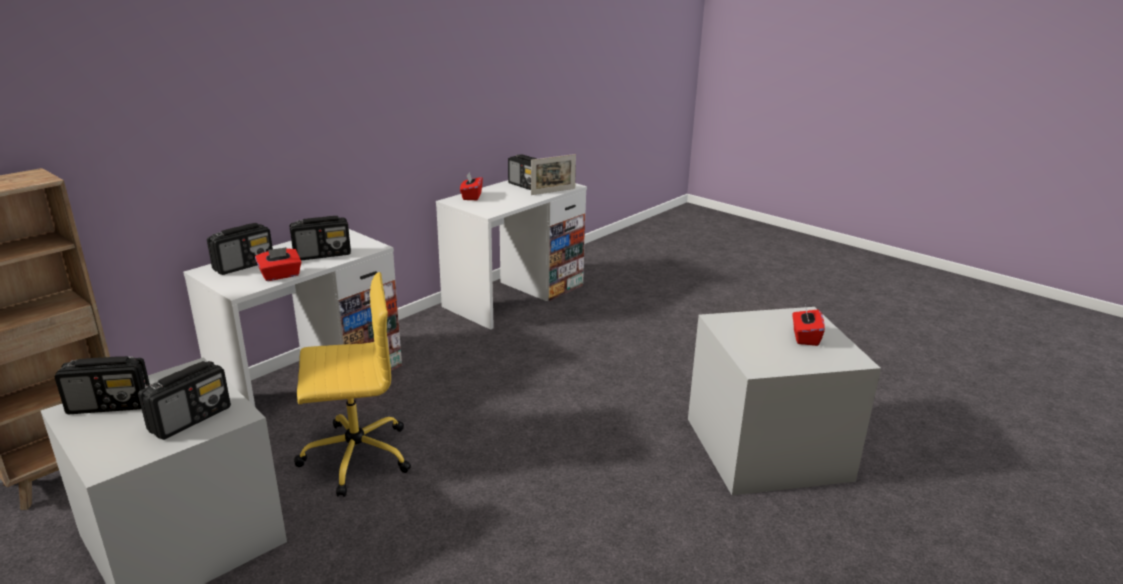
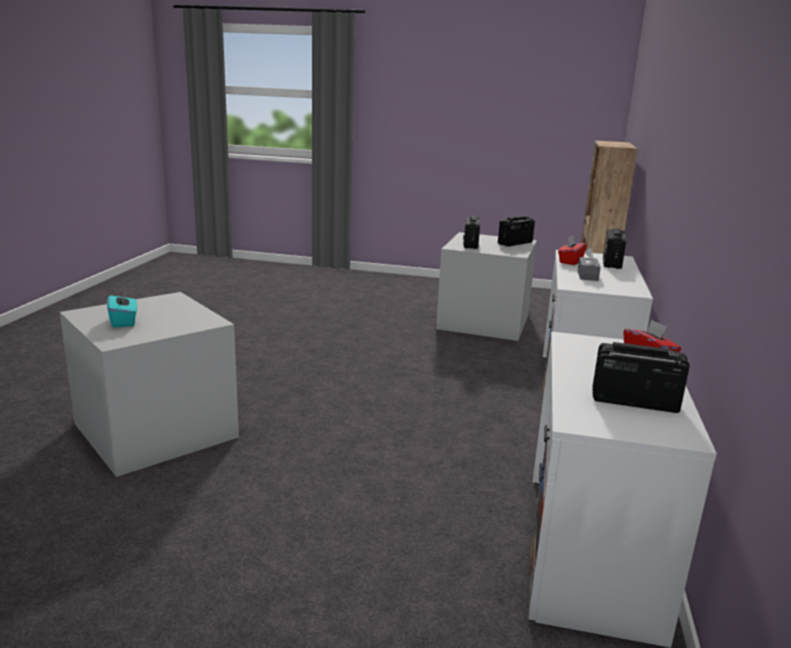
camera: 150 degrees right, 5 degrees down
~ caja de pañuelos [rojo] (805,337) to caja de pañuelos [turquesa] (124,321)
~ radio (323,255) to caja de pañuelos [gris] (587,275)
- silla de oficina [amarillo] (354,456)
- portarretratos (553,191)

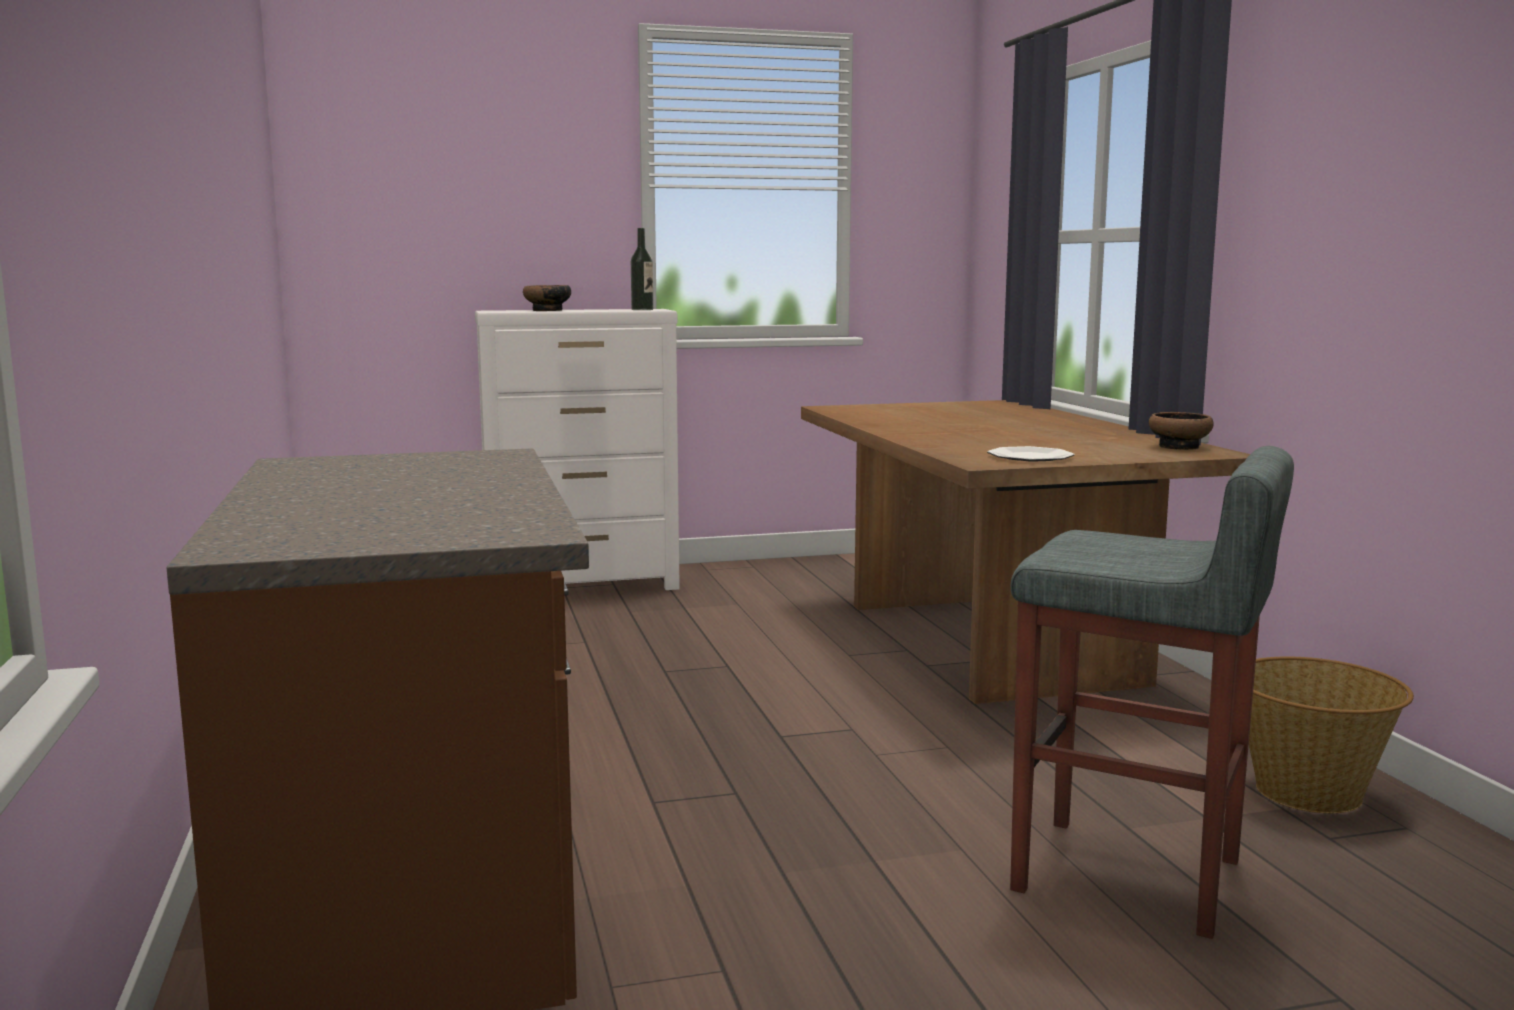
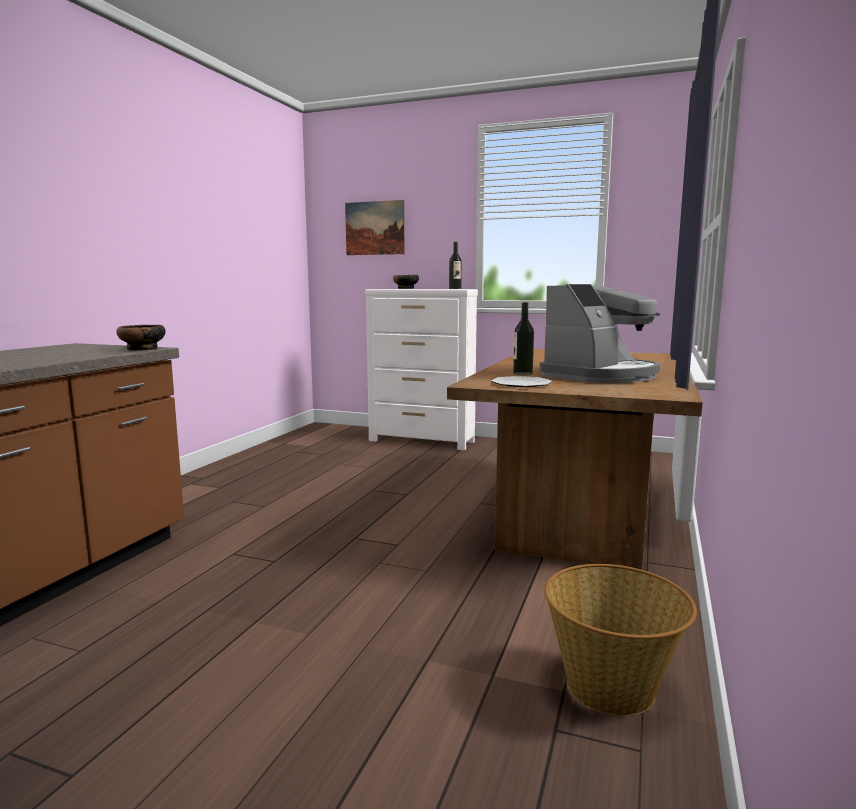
camera: 35 degrees right, 0 degrees up
~ cuenco (1179,447) to (143,349)
+ cuadro (375,228)
+ botella (522,374)
+ cafetera (601,376)
- taburete [gris] (1130,877)

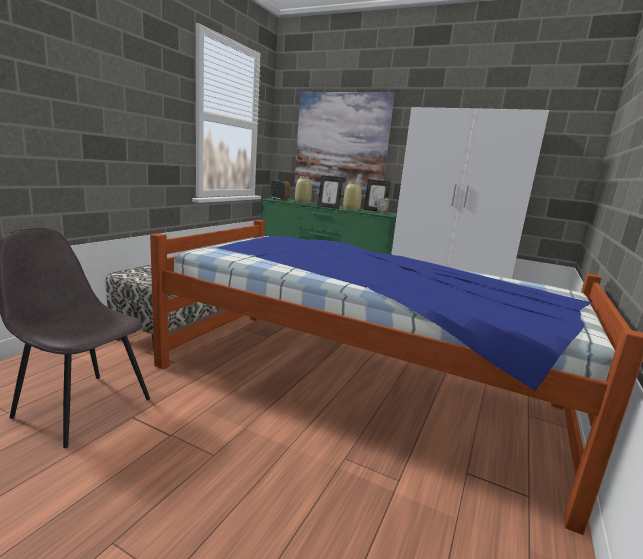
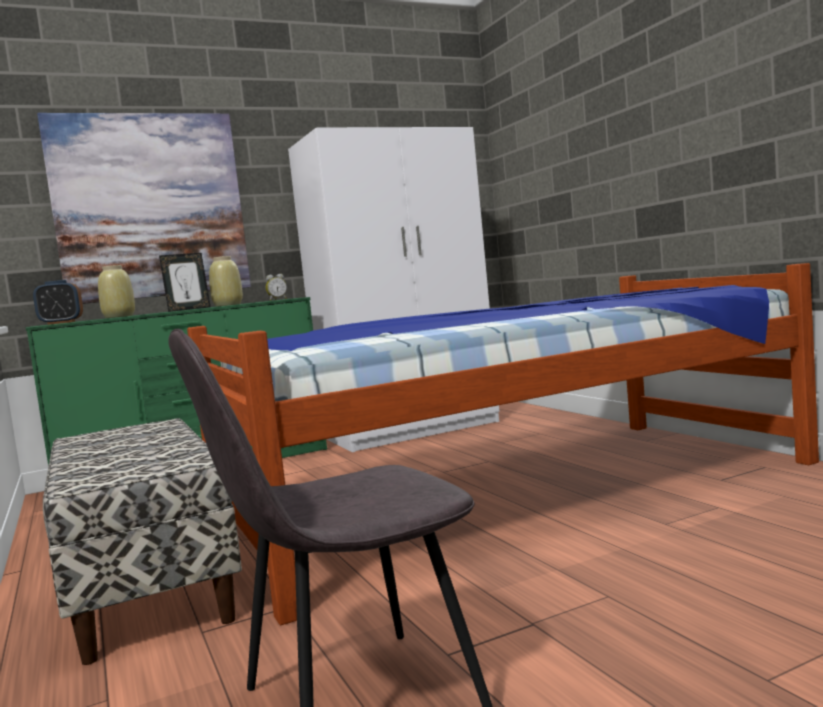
camera: 50 degrees left, 10 degrees down
- portarretratos (375,211)

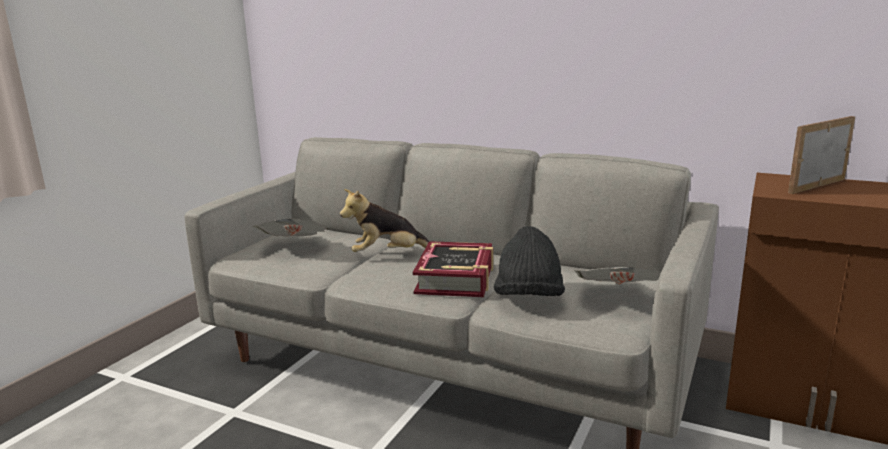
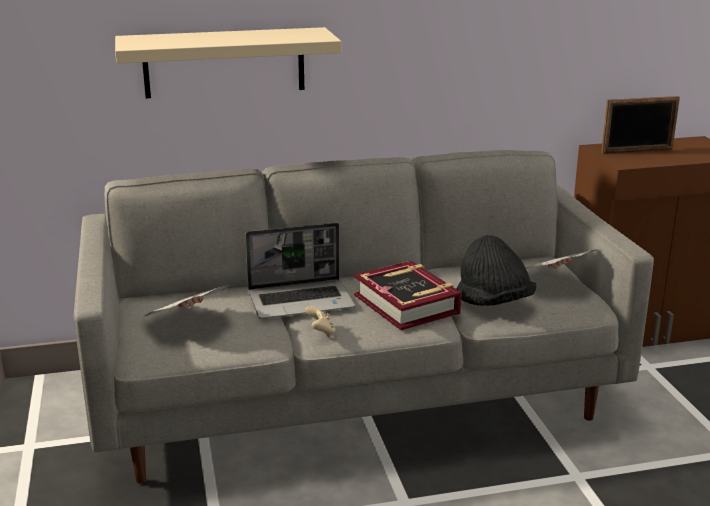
camera: 40 degrees left, 5 degrees up
+ estante [beis] (224,62)
~ peluche (388,254) to portátil (302,301)
+ mando de consola [beis] (321,332)
~ portarretratos (816,186) = (637,151) 120 degrees counterclockwise

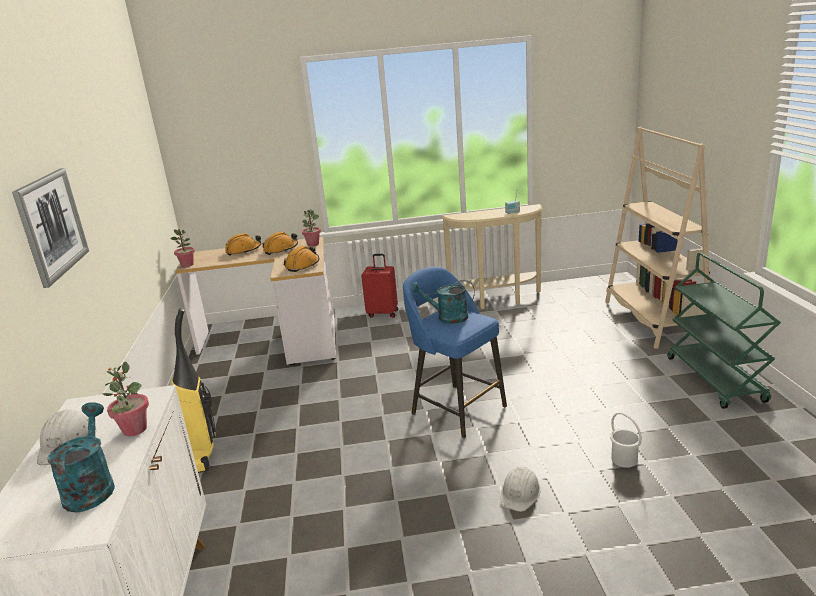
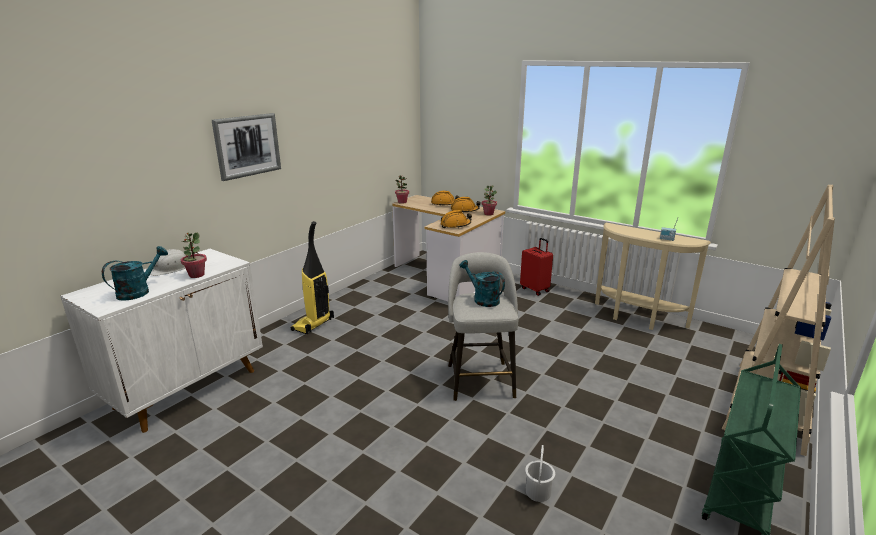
camera: 40 degrees right, 0 degrees up
~ taburete [azul] (456,409) to taburete [gris] (480,379)
- casco [blanco] (520,493)

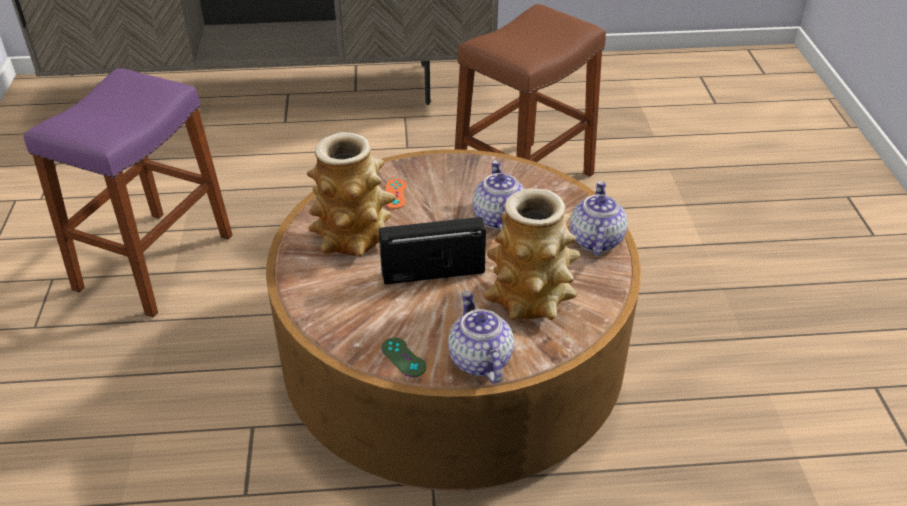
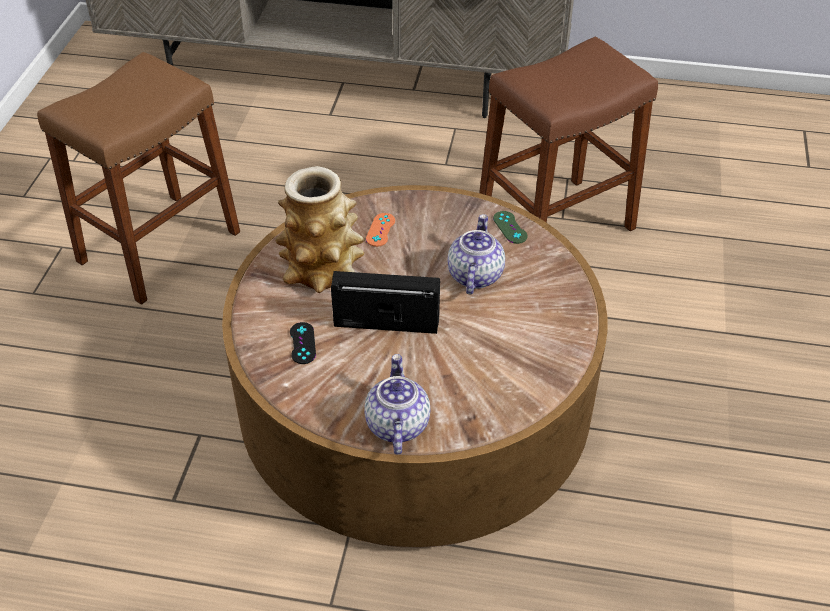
camera: 15 degrees right, 5 degrees up
~ taburete [morado] (155,262) to taburete [marrón] (159,247)
+ mando de consola [negro] (302,343)
~ mando de consola [verde] (403,357) to (510,227)
- florero (530,298)
- tetera (595,240)

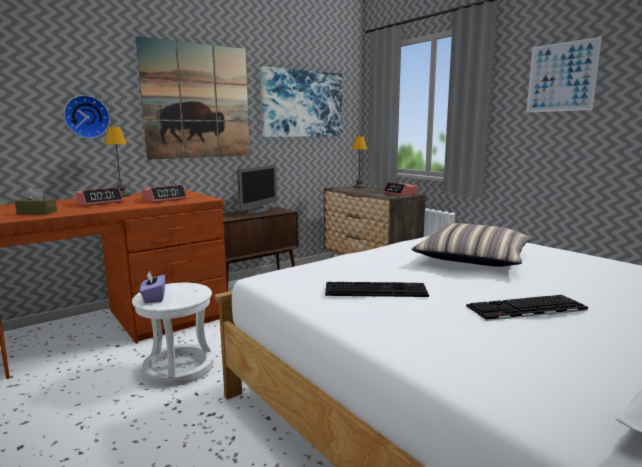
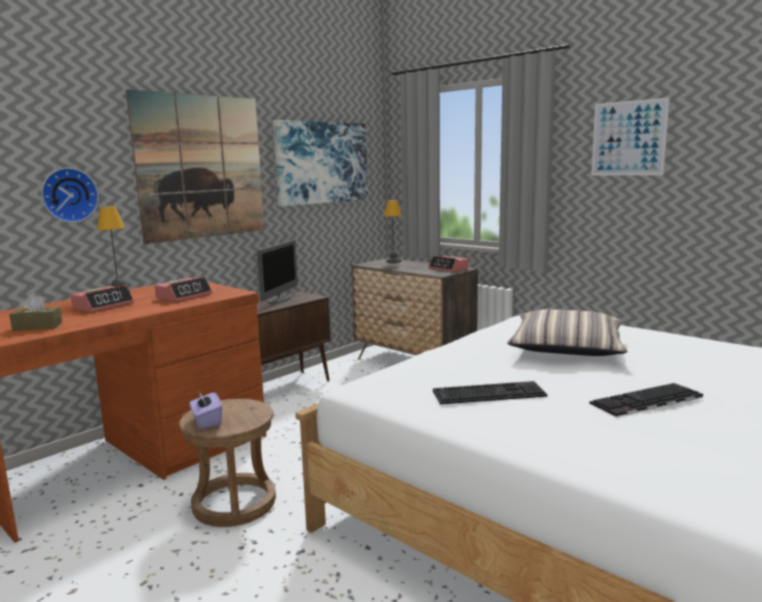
camera: 10 degrees left, 0 degrees up
~ taburete [blanco] (178,368) to taburete [marrón] (234,503)

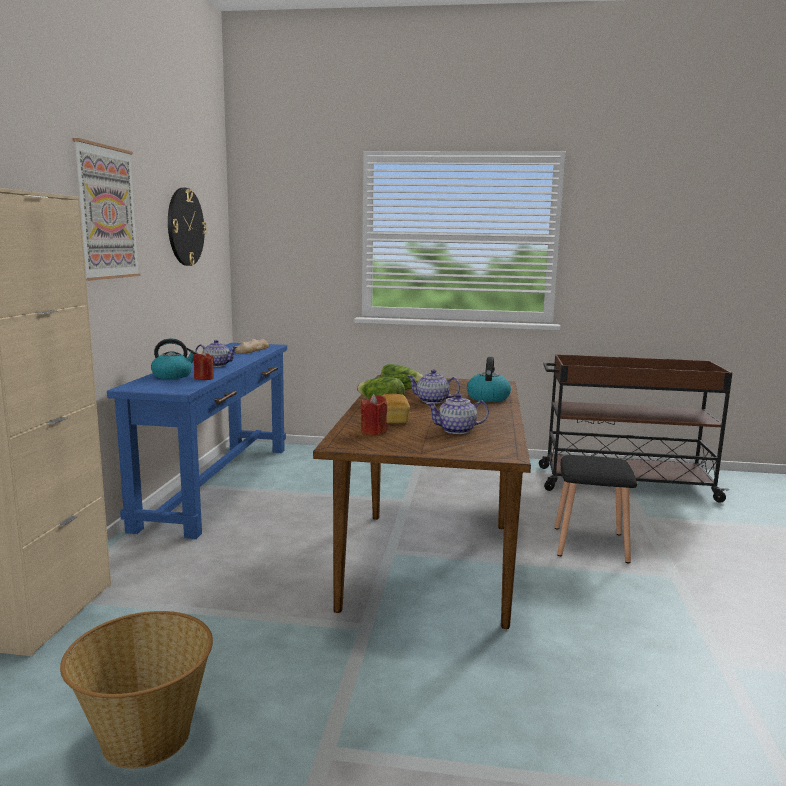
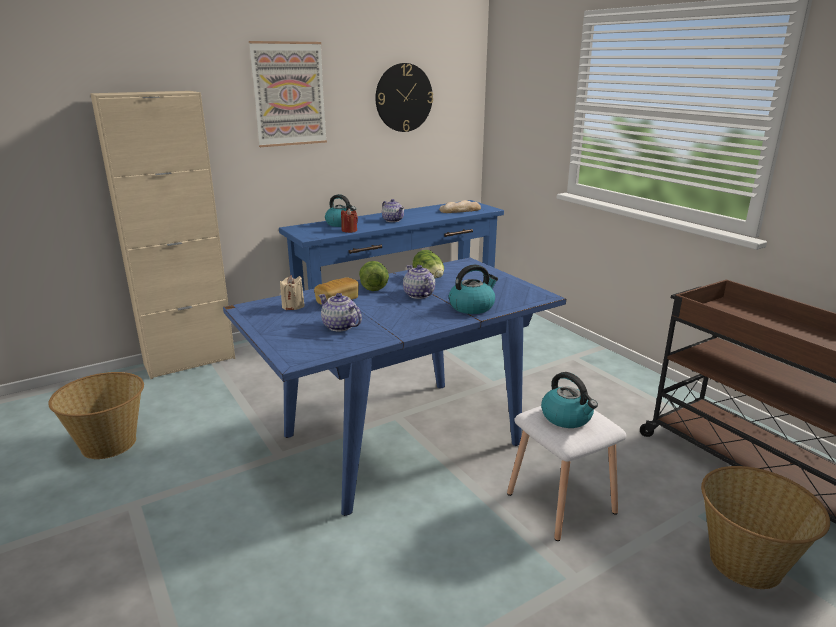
camera: 50 degrees right, 10 degrees up
~ mesa de comedor [marrón] (430,564) to mesa de comedor [azul] (399,440)
~ vela [rojo] (373,431) to vela [beis] (293,306)
~ taburete [negro] (591,545) to taburete [blanco] (560,504)
+ hervidor (567,417)
+ cesta (746,562)

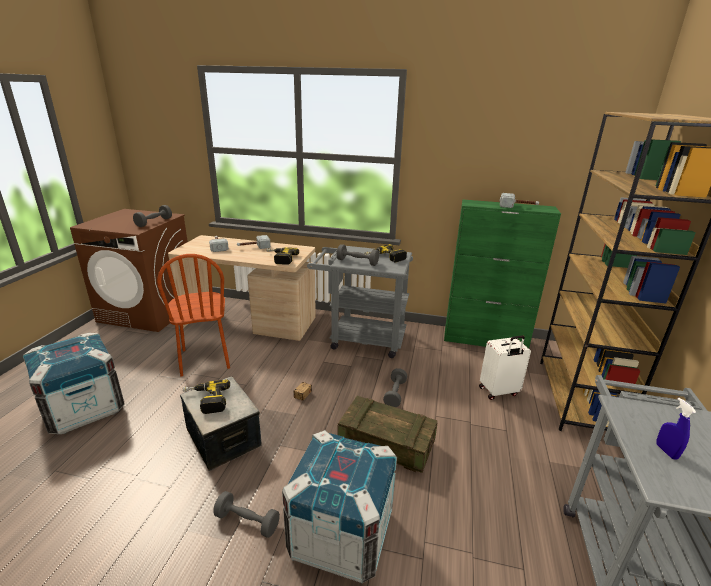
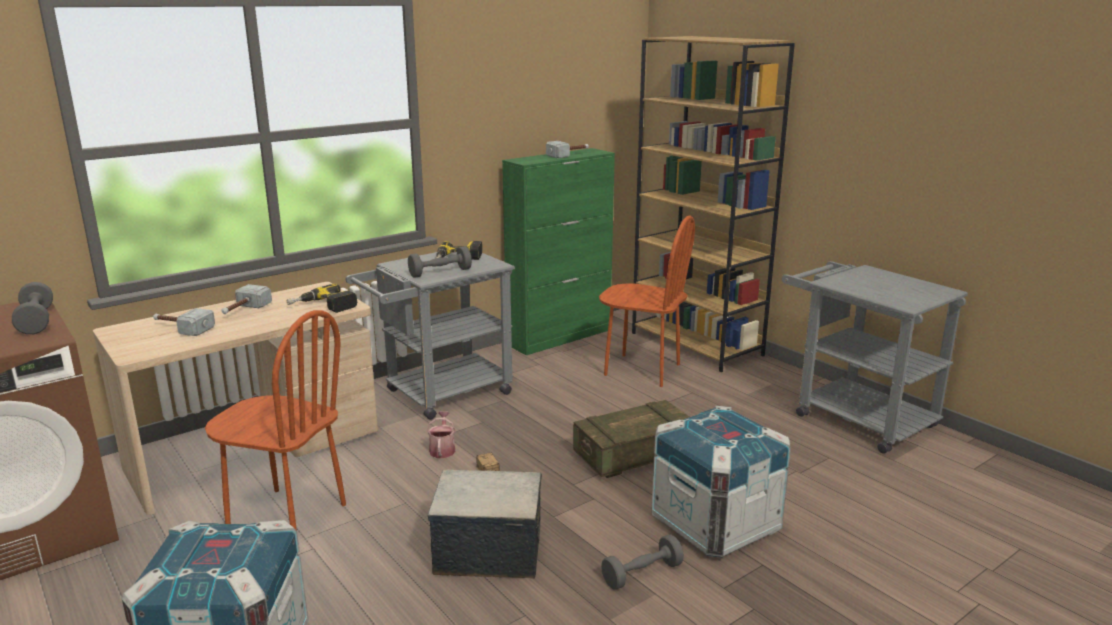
camera: 50 degrees left, 5 degrees down
+ regadera (442,449)
~ maleta [blanco] (499,392) to silla [marrón] (642,370)
- taladro (206,401)
- mancuerna [gris] (395,394)
- pulverizador [azul] (666,451)

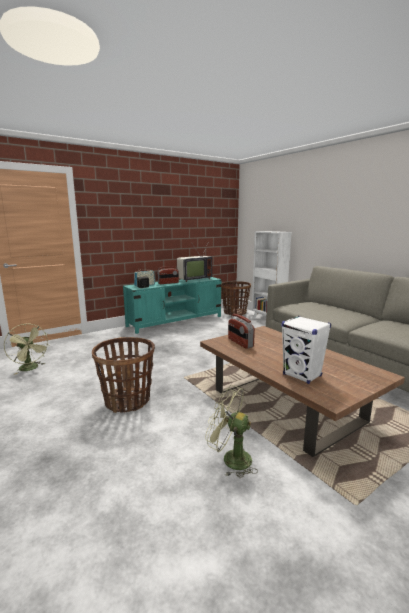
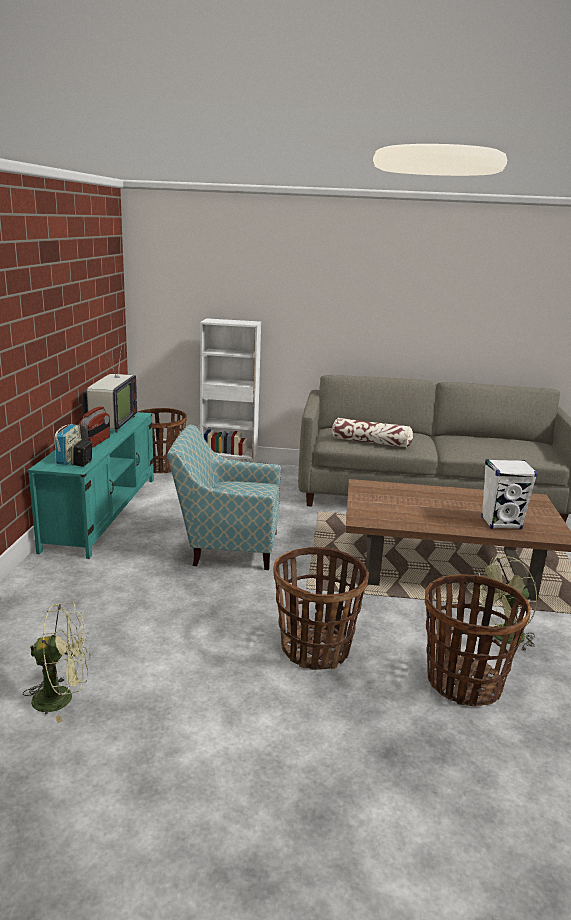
camera: 50 degrees left, 5 degrees up
+ sillón (226,547)
+ cojín (371,442)
+ cesta (463,682)
- radio (240,343)

